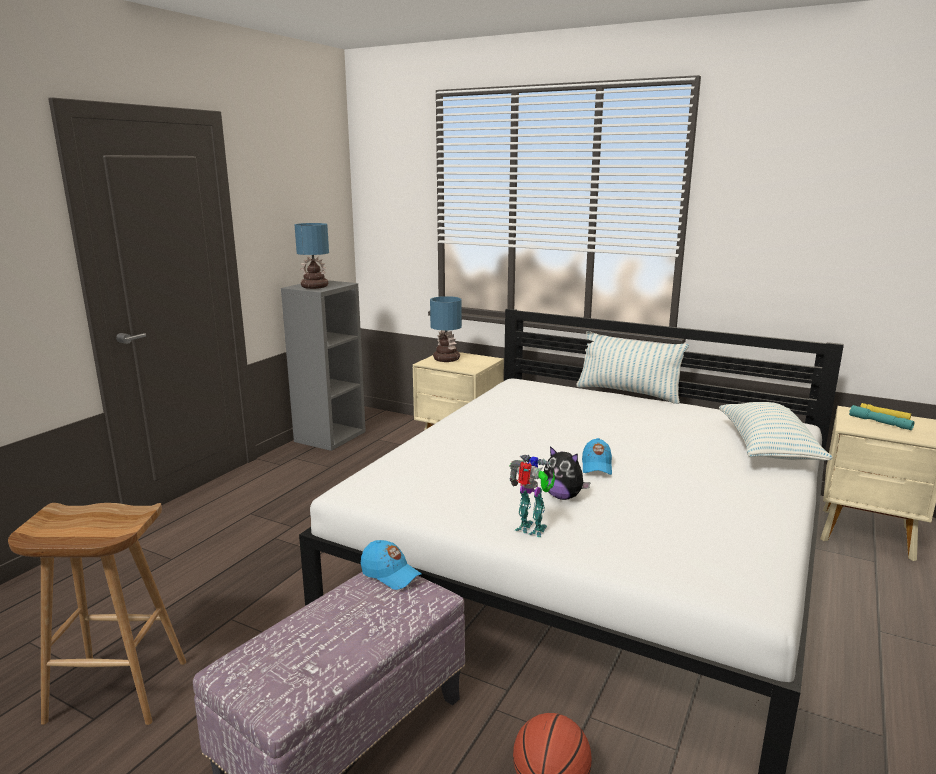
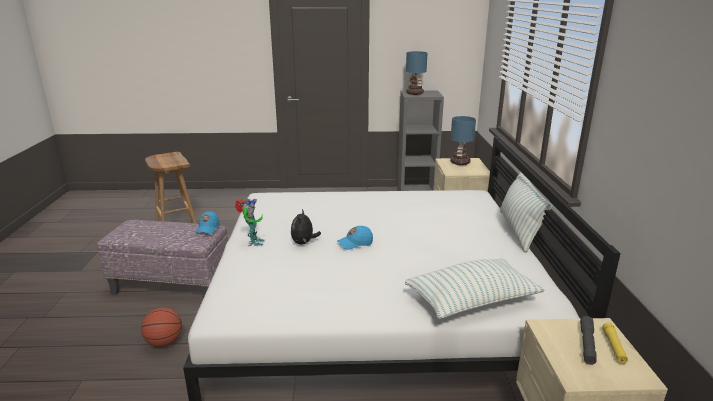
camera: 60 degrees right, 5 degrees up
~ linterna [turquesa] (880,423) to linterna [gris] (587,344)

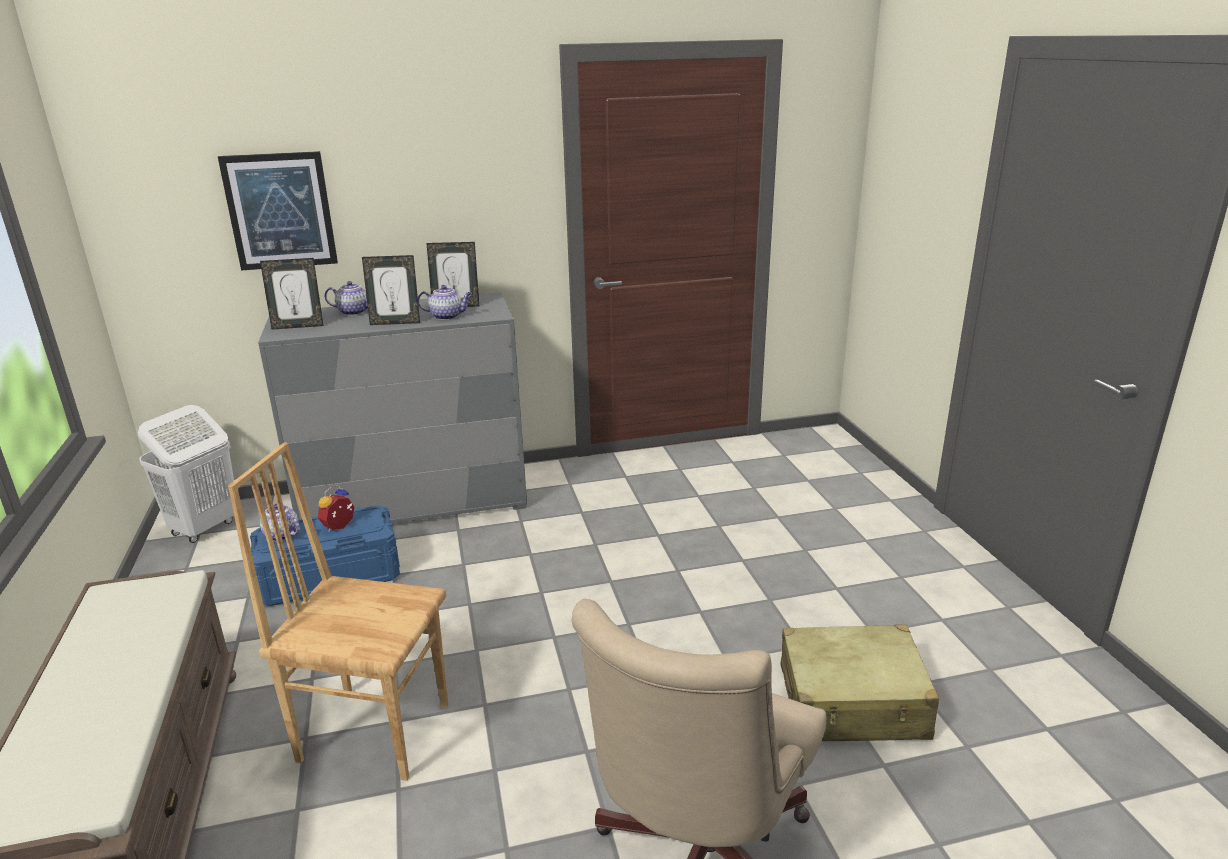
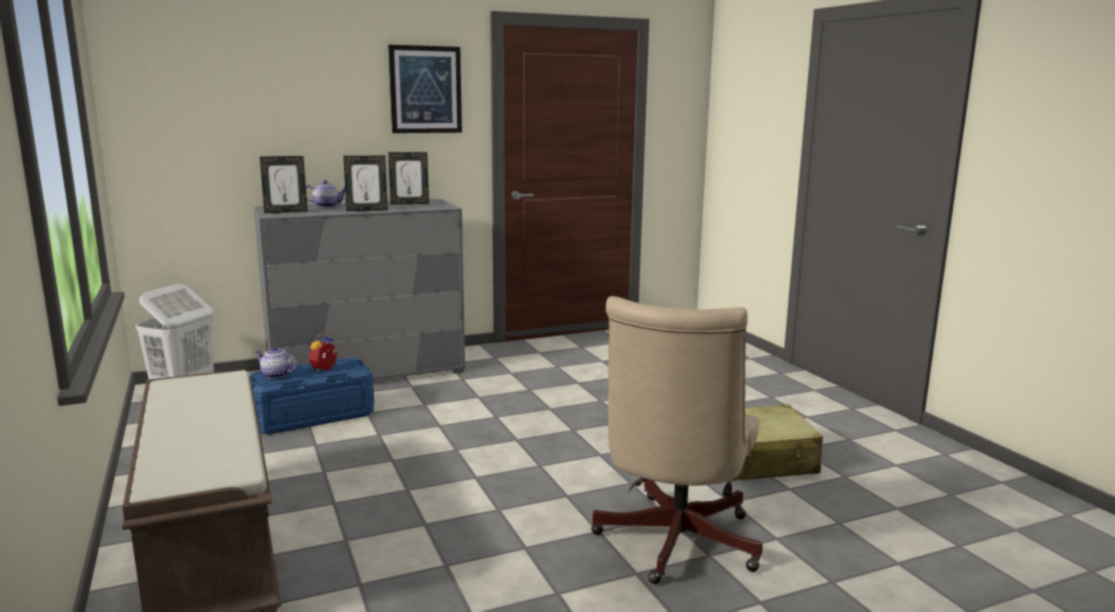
camera: 10 degrees left, 10 degrees down
~ cuadro (280,211) to (425,89)
- silla [marrón] (374,730)
- tetera (447,316)

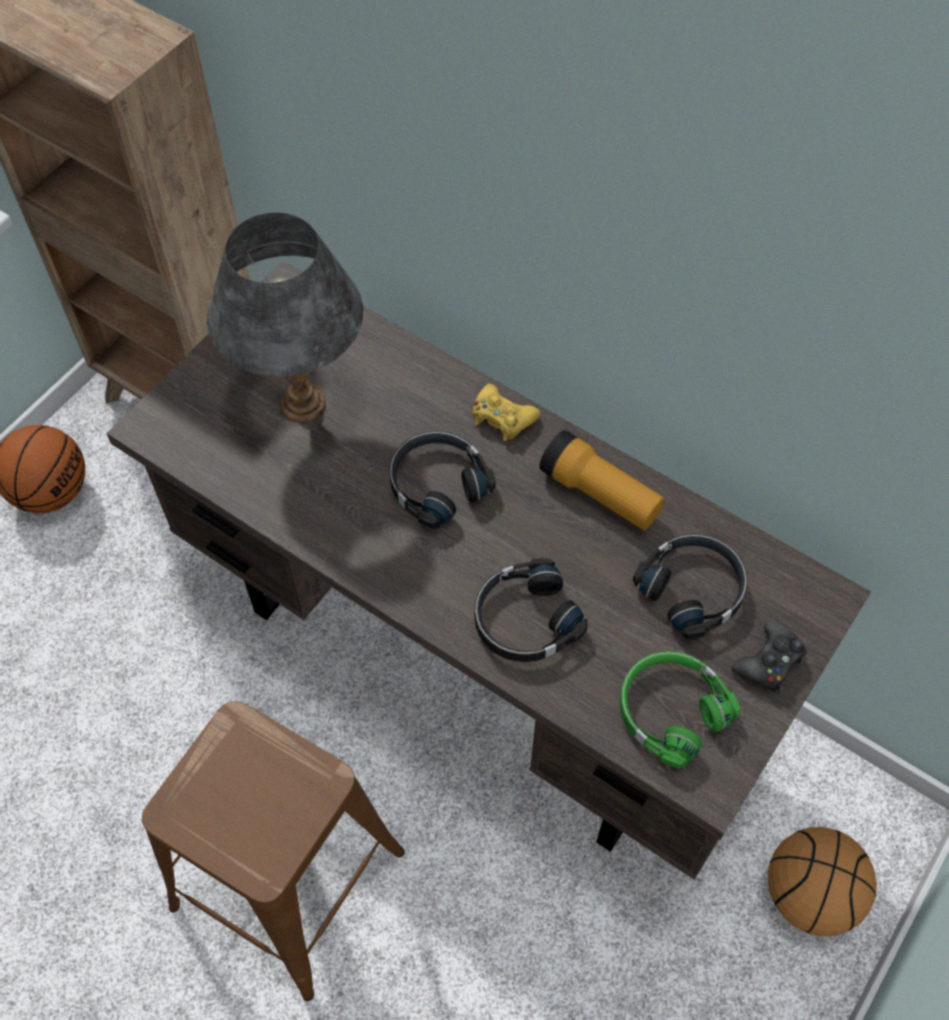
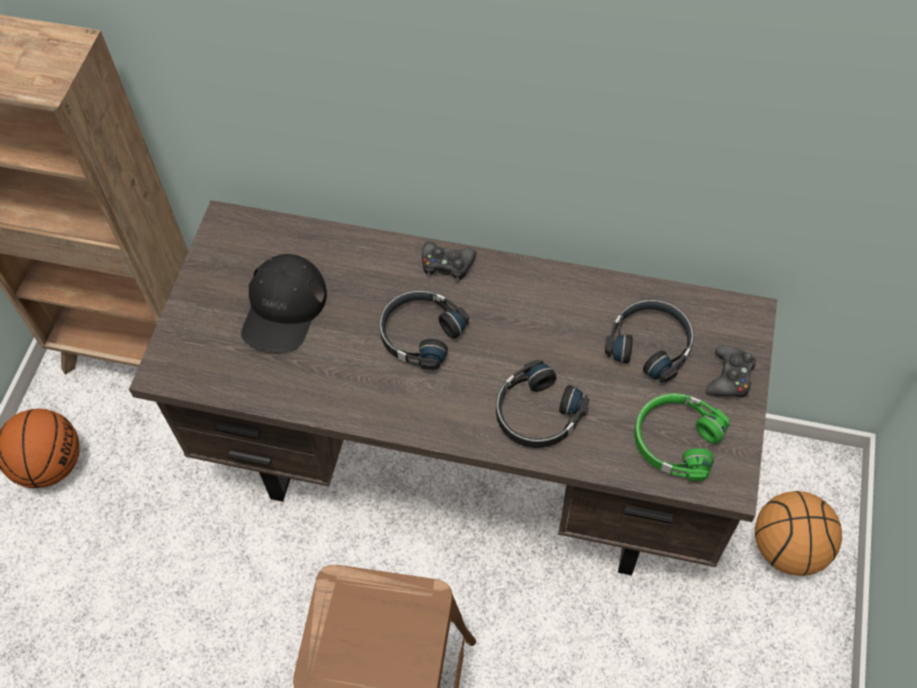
camera: 20 degrees left, 0 degrees up
~ lámpara de mesa [gris] (304,404) to gorra [negro] (283,308)
~ mando de consola [amarillo] (502,418) to mando de consola [negro] (447,265)
- linterna (600,494)

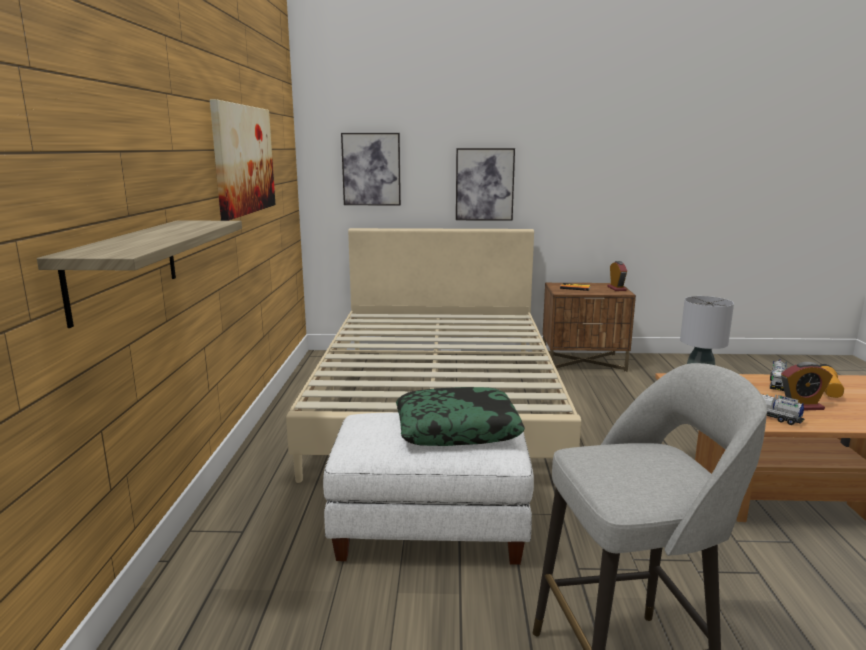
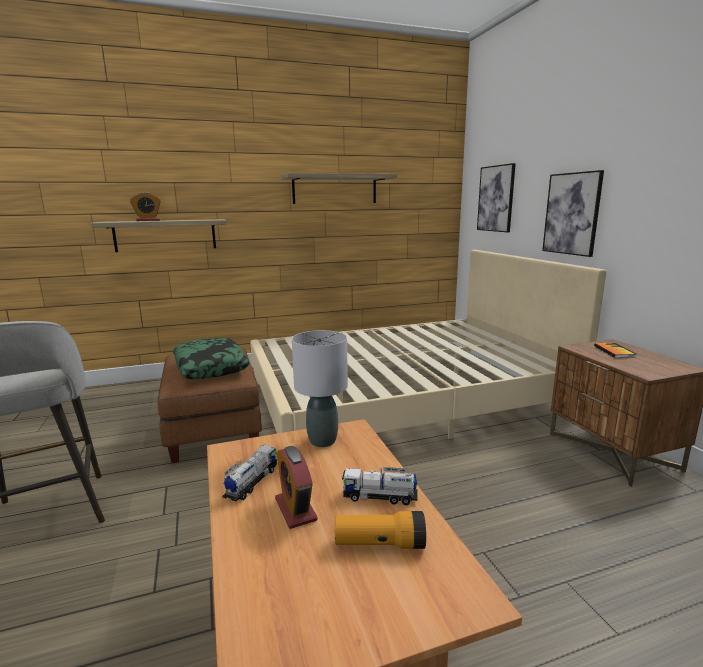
camera: 70 degrees right, 0 degrees up
~ despertador (616,288) to (147,220)
~ puf [blanco] (431,526) to puf [marrón] (214,427)
~ cuadro (244,159) to estante (335,189)

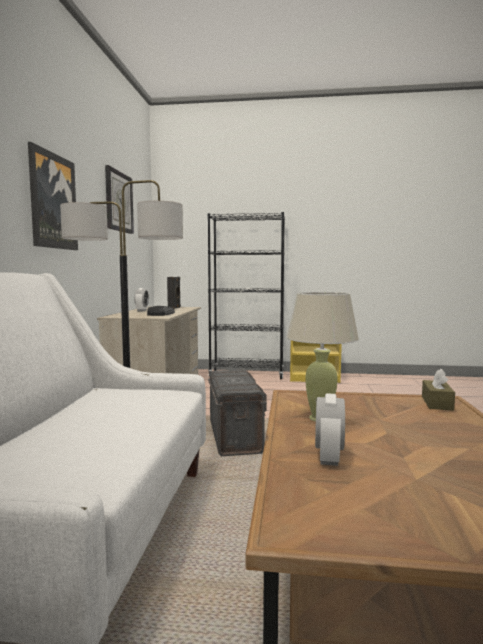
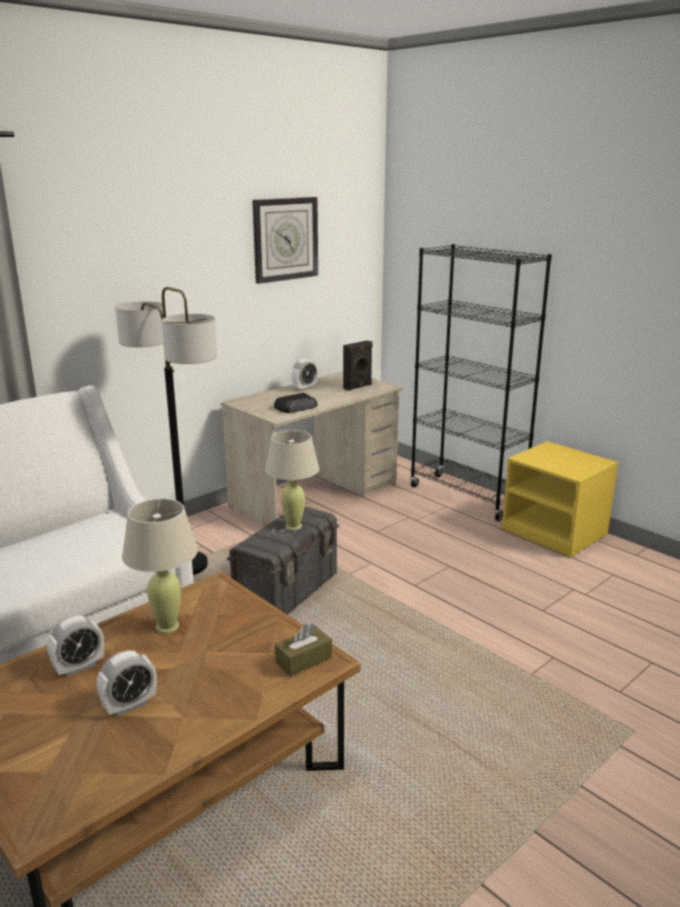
camera: 40 degrees right, 15 degrees up
+ despertador (130,705)
+ lámpara de mesa [beis] (293,526)
- cuadro (52,201)

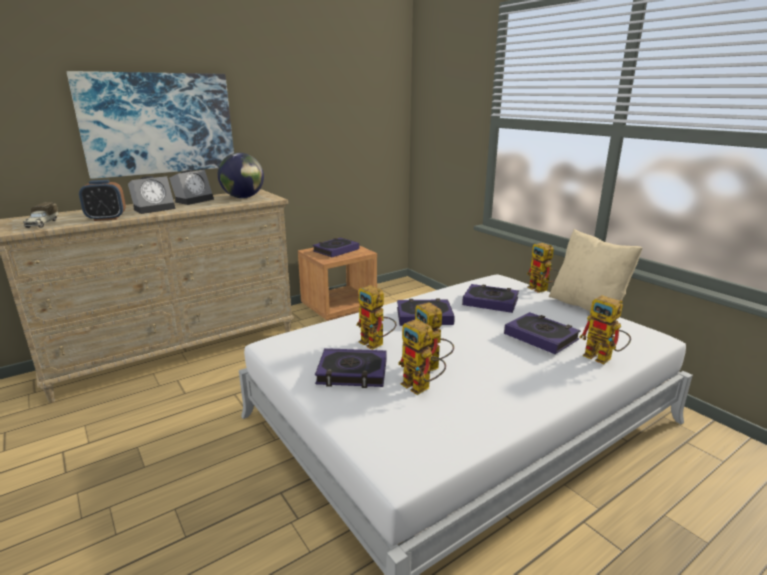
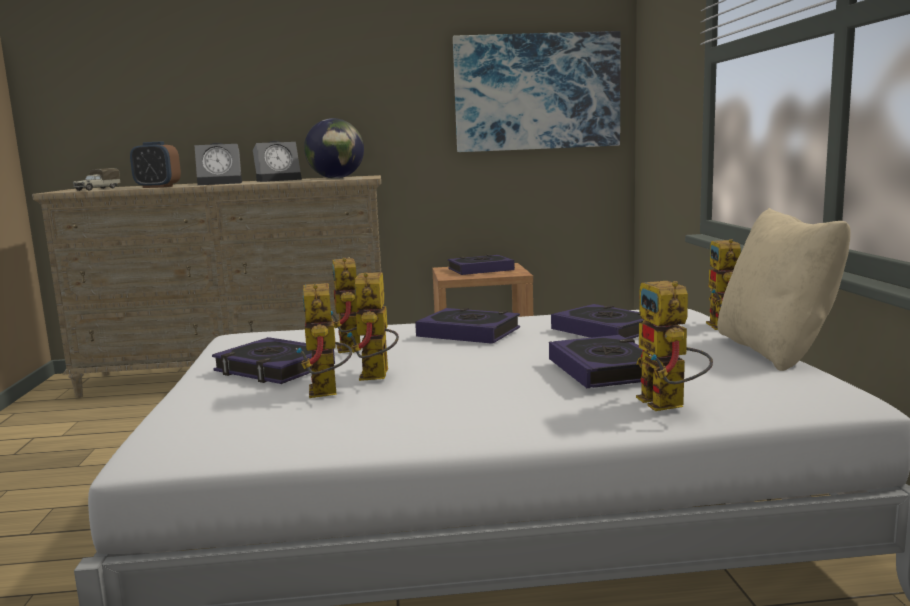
camera: 30 degrees right, 10 degrees down
~ cuadro (159,123) to (537,92)

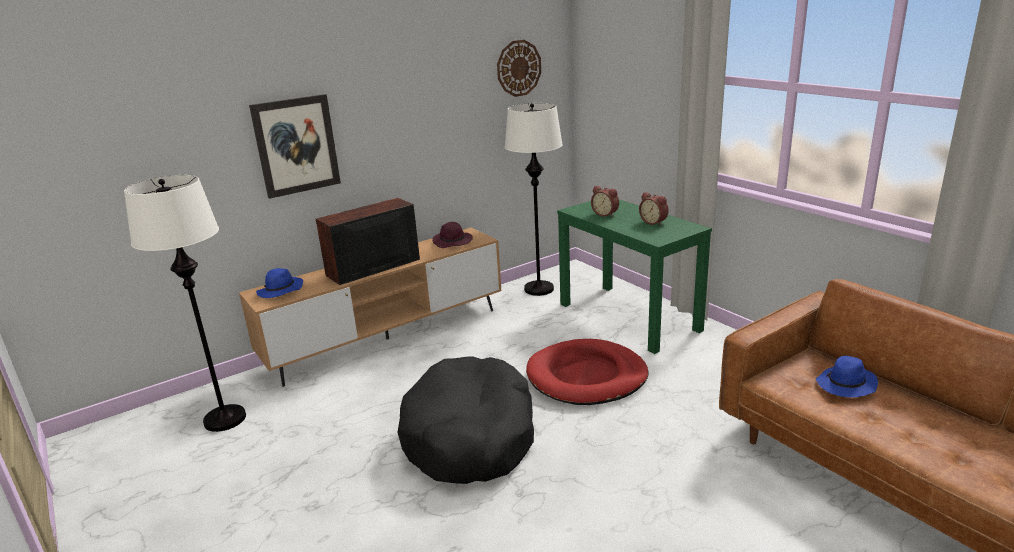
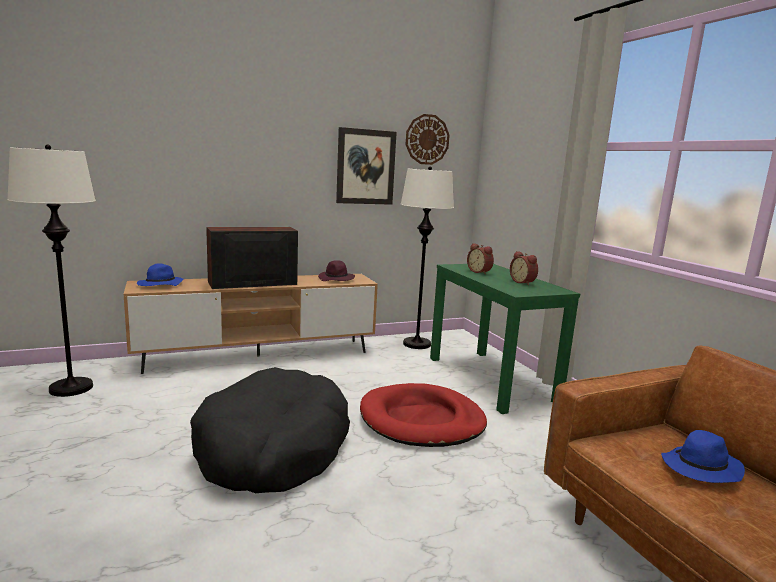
camera: 10 degrees right, 10 degrees down
~ cuadro (296,145) to (365,167)

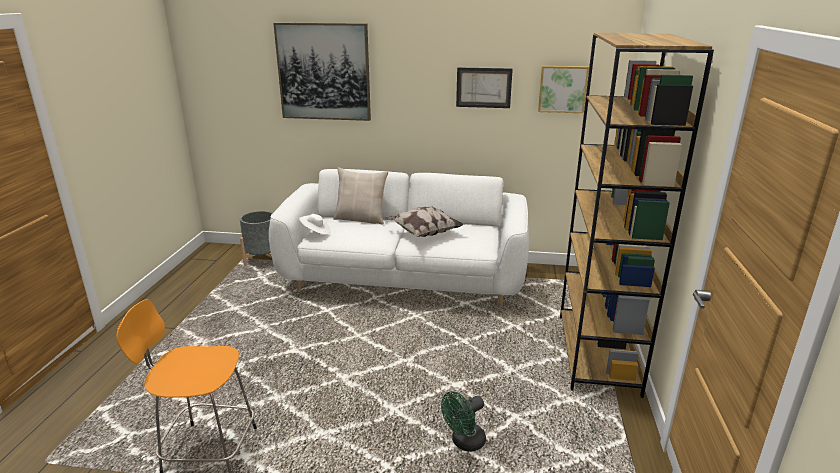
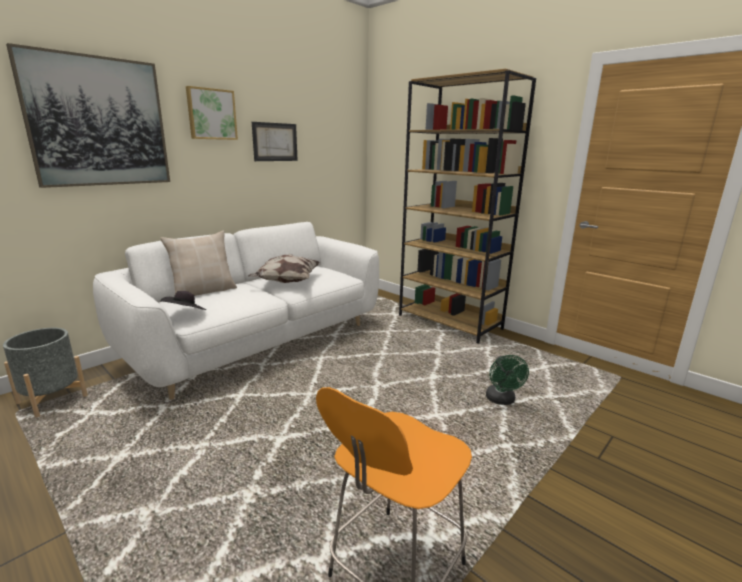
camera: 55 degrees left, 5 degrees down
~ sombrero [blanco] (316,232) to sombrero [negro] (185,313)
~ cuadro (562,89) to (211,114)

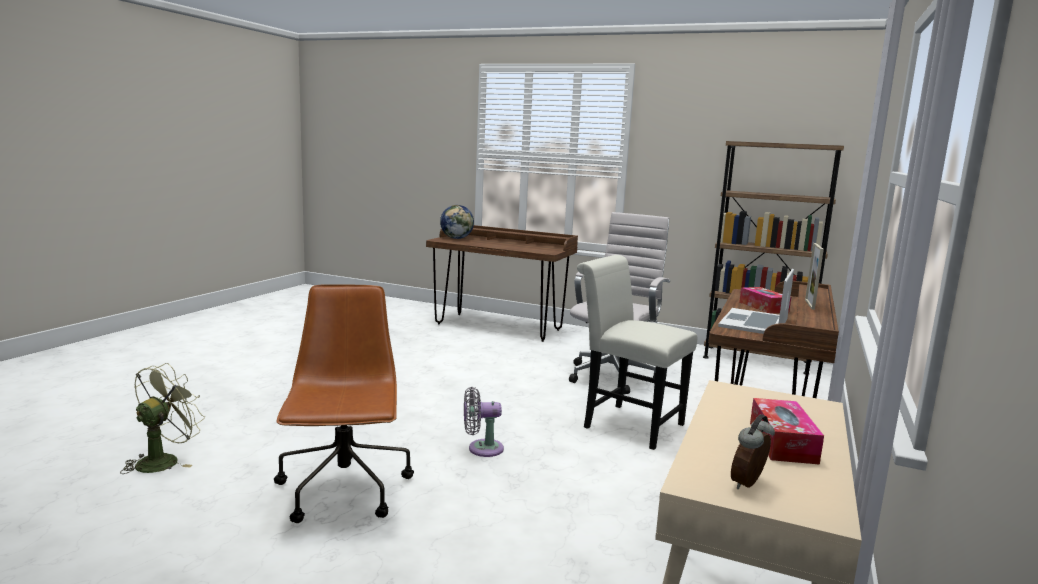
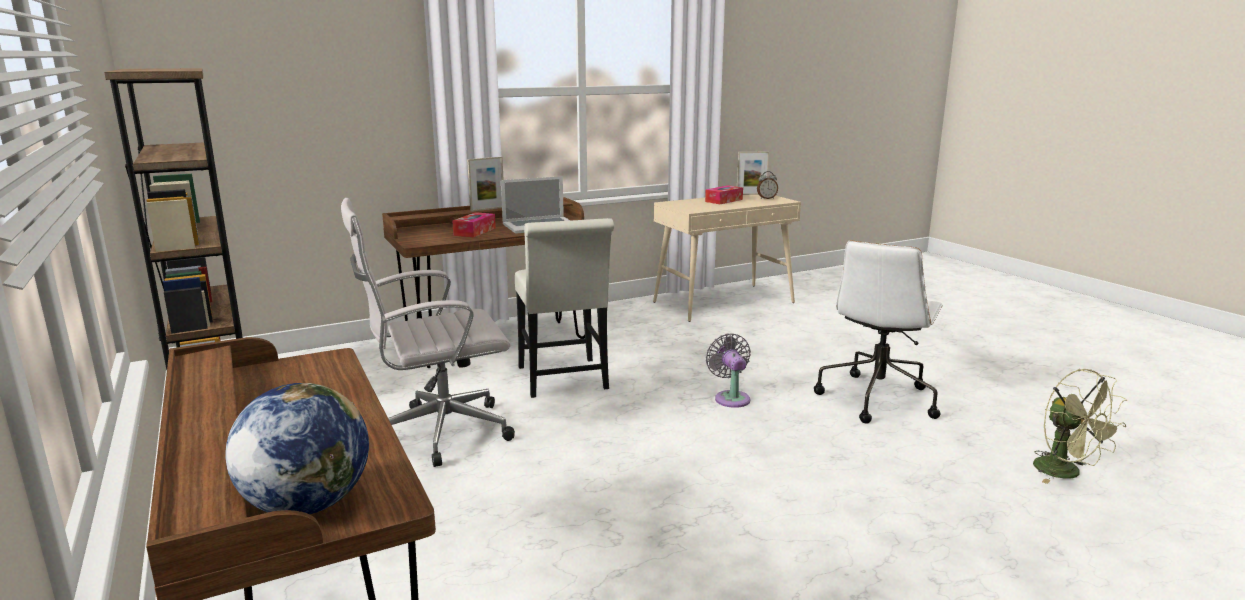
camera: 140 degrees left, 5 degrees up
~ ventilador [gris] (481,449) = (731,398) 135 degrees counterclockwise
+ portarretratos (751,194)
~ silla de oficina [marrón] (344,491) to silla de oficina [blanco] (877,398)
~ ventilador [verde] (164,460) = (1066,473) 90 degrees counterclockwise

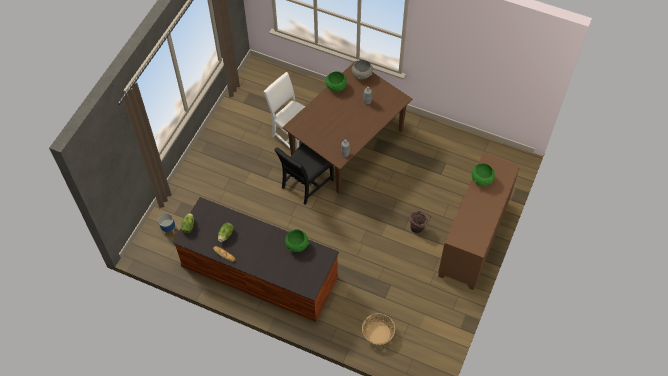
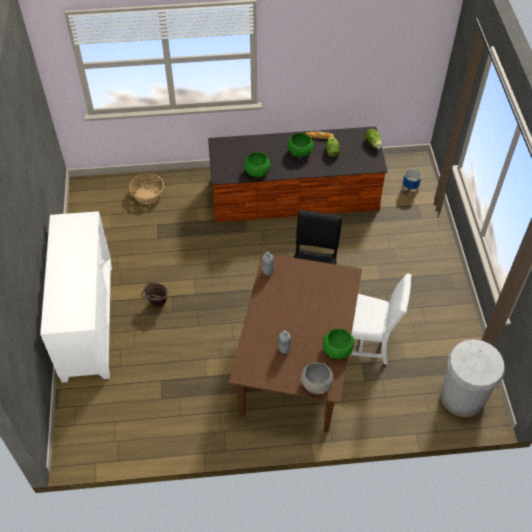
camera: 150 degrees right, 5 degrees down
~ armario [marrón] (474,239) to armario [blanco] (87,321)
~ cuenco [verde] (481,179) to (300,152)
+ papelera [blanco] (462,397)

